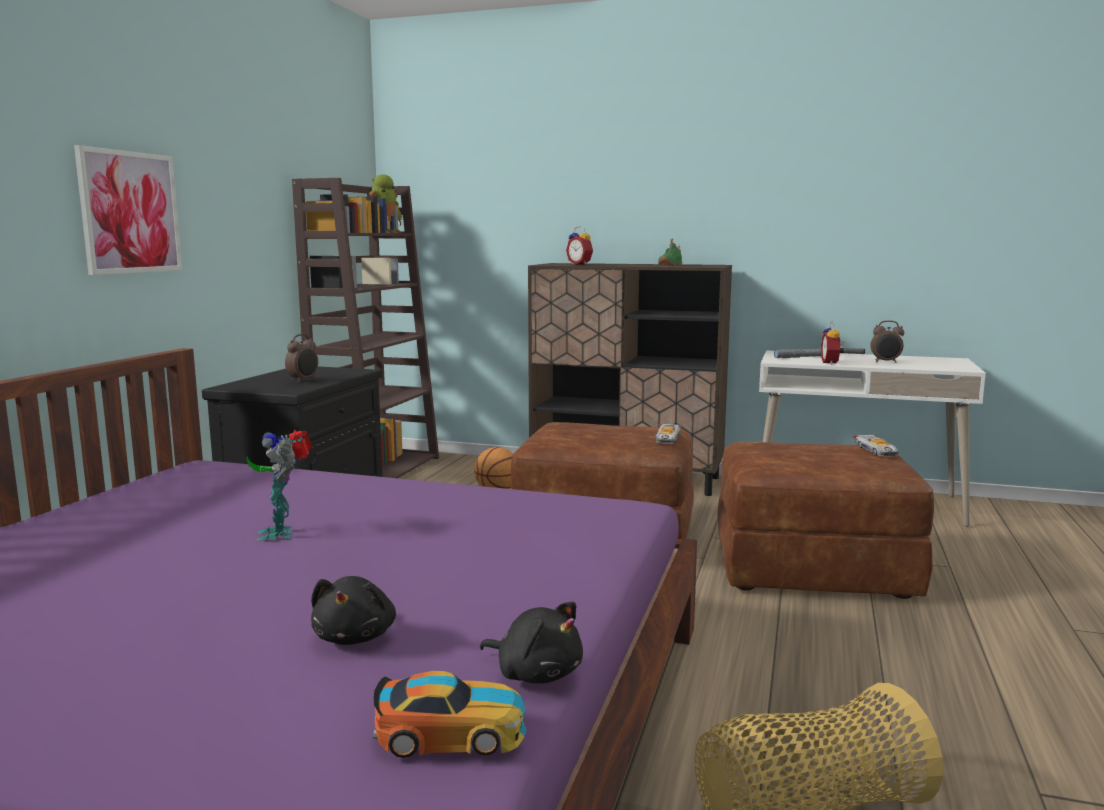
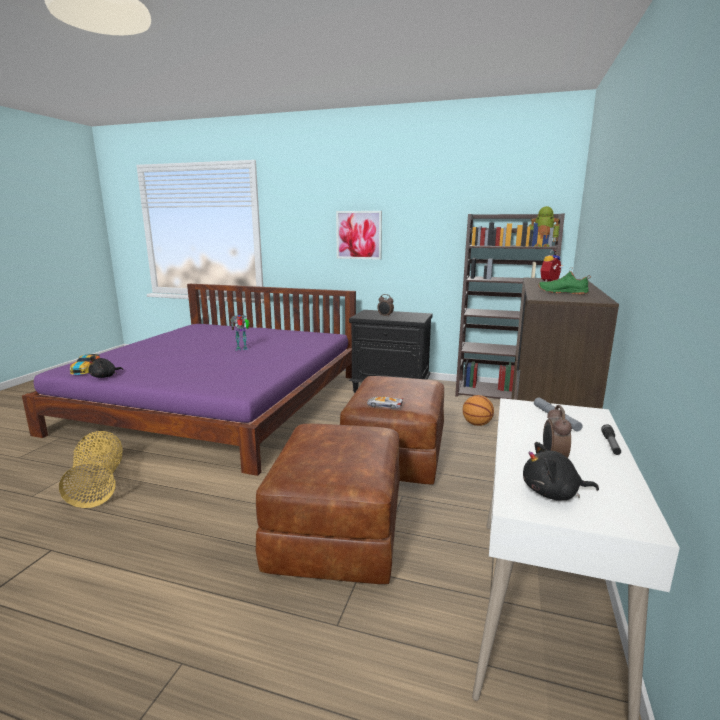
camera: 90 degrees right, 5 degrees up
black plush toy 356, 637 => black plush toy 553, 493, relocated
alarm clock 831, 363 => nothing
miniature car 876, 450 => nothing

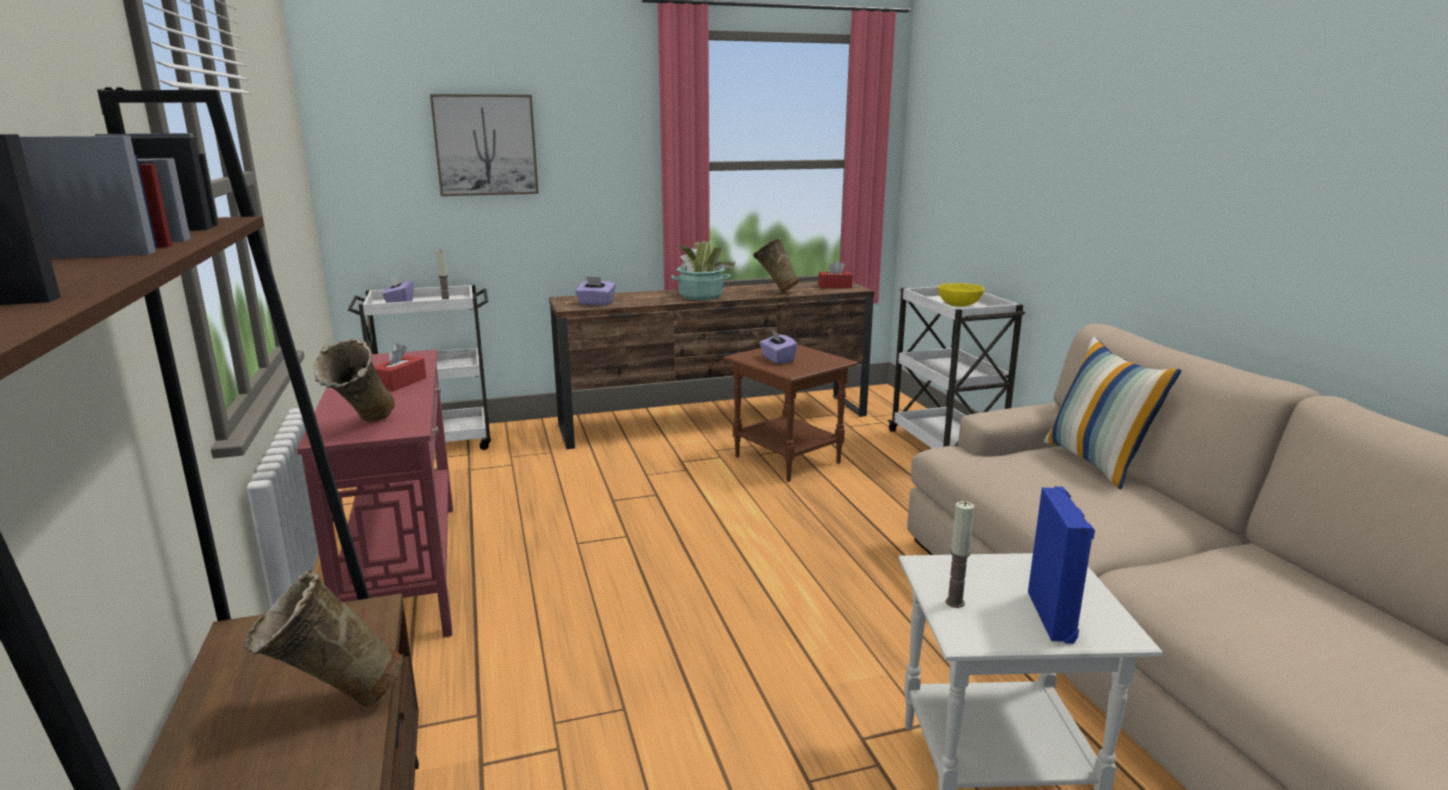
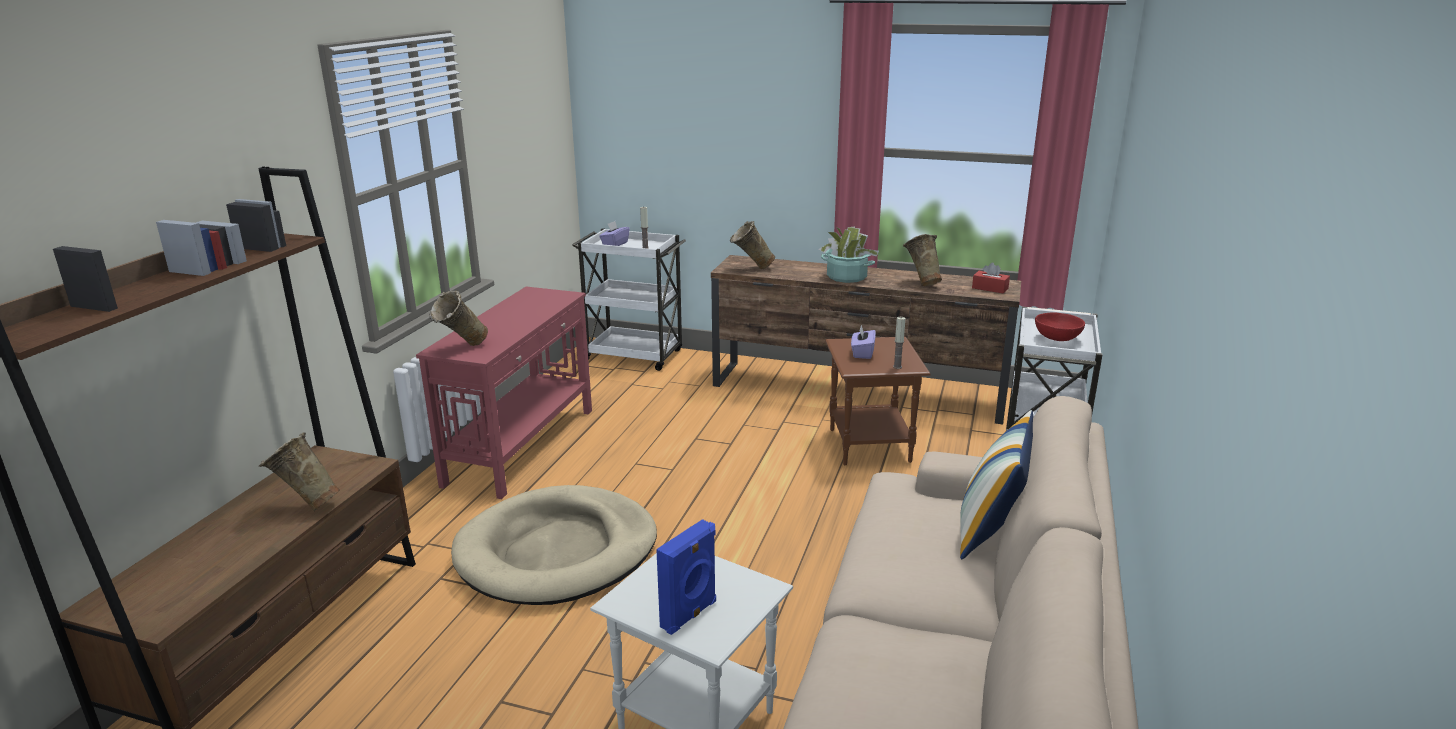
camera: 35 degrees right, 5 degrees up
nothing => sand-coloured dog cushion 557, 551
purple-coloured box of tissues 596, 303 => sand-coloured decorative vase 751, 269
wax candle 955, 602 => wax candle 897, 367, relocated
yellow deep dish 959, 305 => reddish deep dish 1057, 339
reddish box of tissues 400, 383 => nothing
wall art 485, 145 => nothing

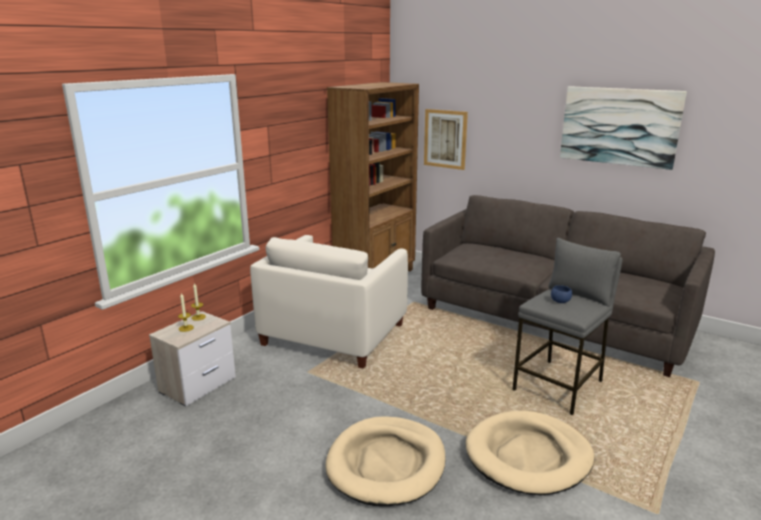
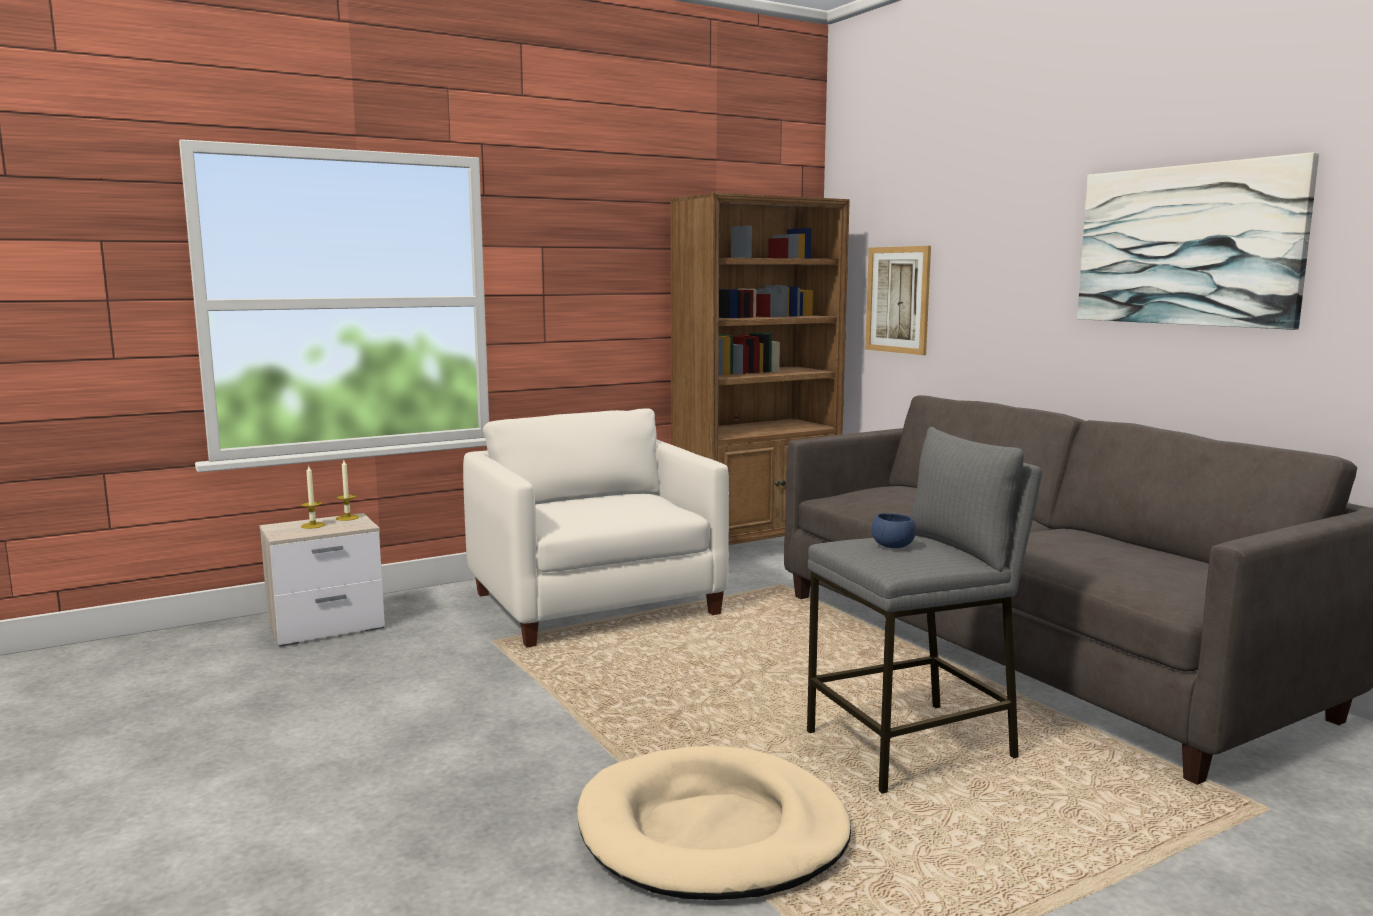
camera: 25 degrees right, 10 degrees down
white lounge chair 334, 334 => white lounge chair 594, 604, 105 degrees clockwise
sand-coloured dog cushion 386, 464 => nothing

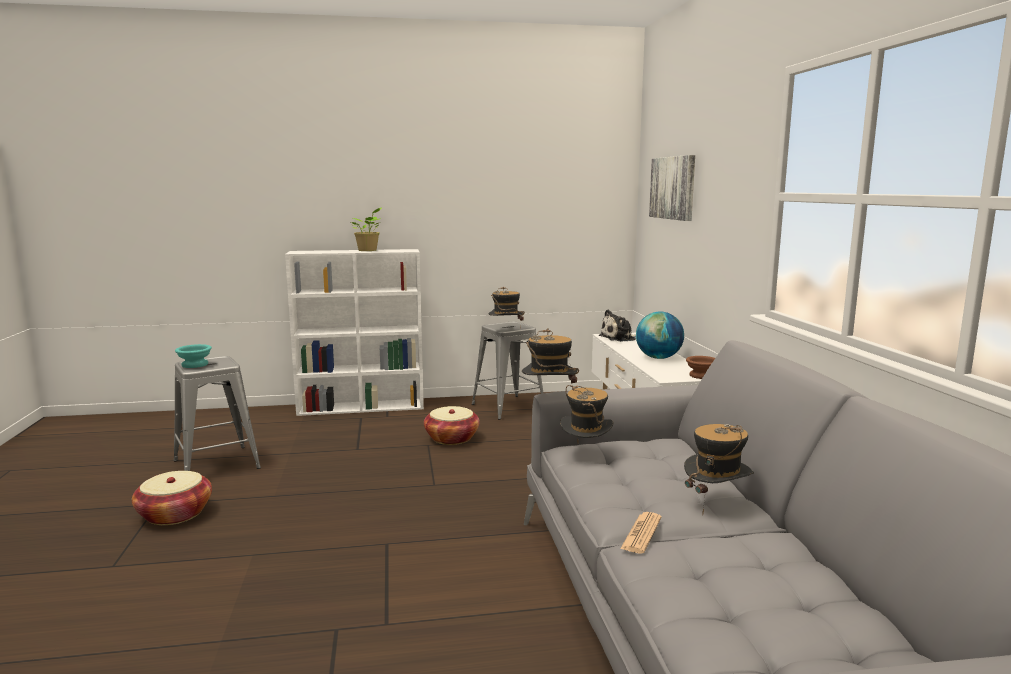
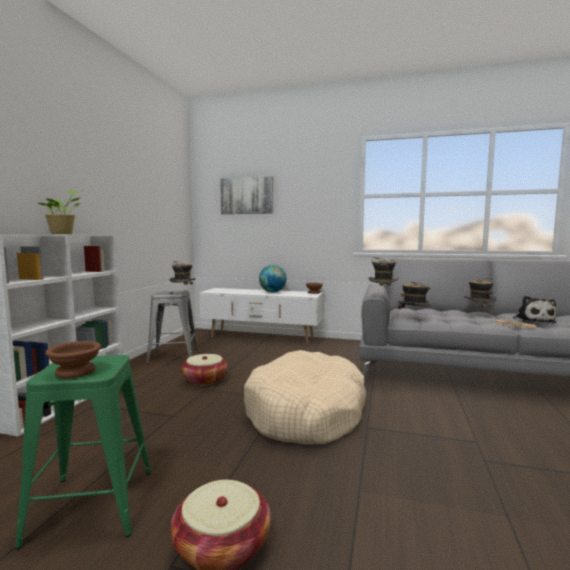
camera: 65 degrees left, 5 degrees down
grey stool 216, 464 => green-coloured stool 92, 505
blue-green deep dish 193, 365 => brownish deep dish 74, 372
nothing => sand-coloured dog cushion 306, 412
plush toy 619, 338 => plush toy 532, 320, relocated

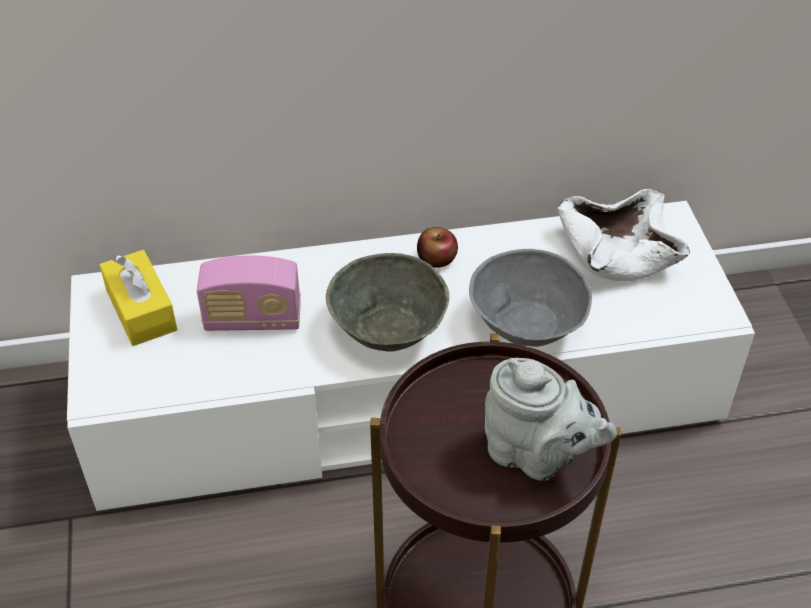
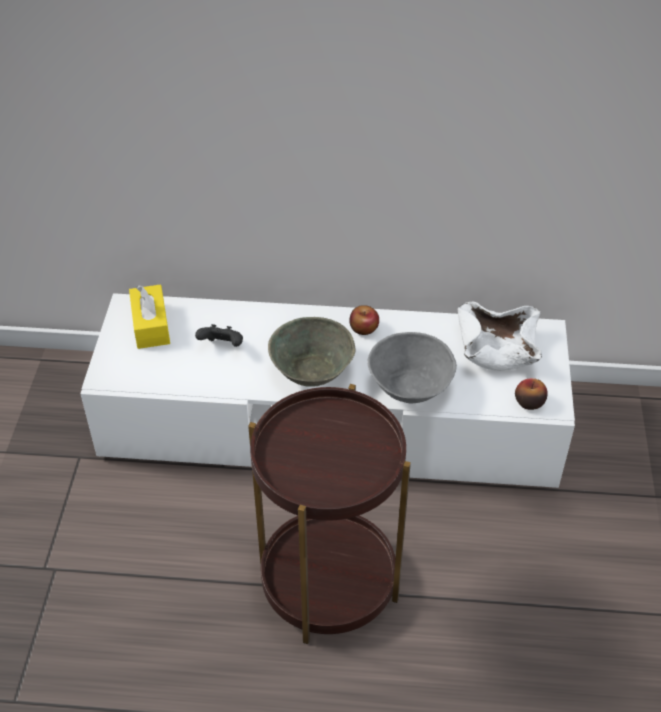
camera: 15 degrees right, 0 degrees up
radio receiver 253, 319 => black gamepad 222, 346
nothing => apple 529, 402
grey tea pot 537, 455 => nothing

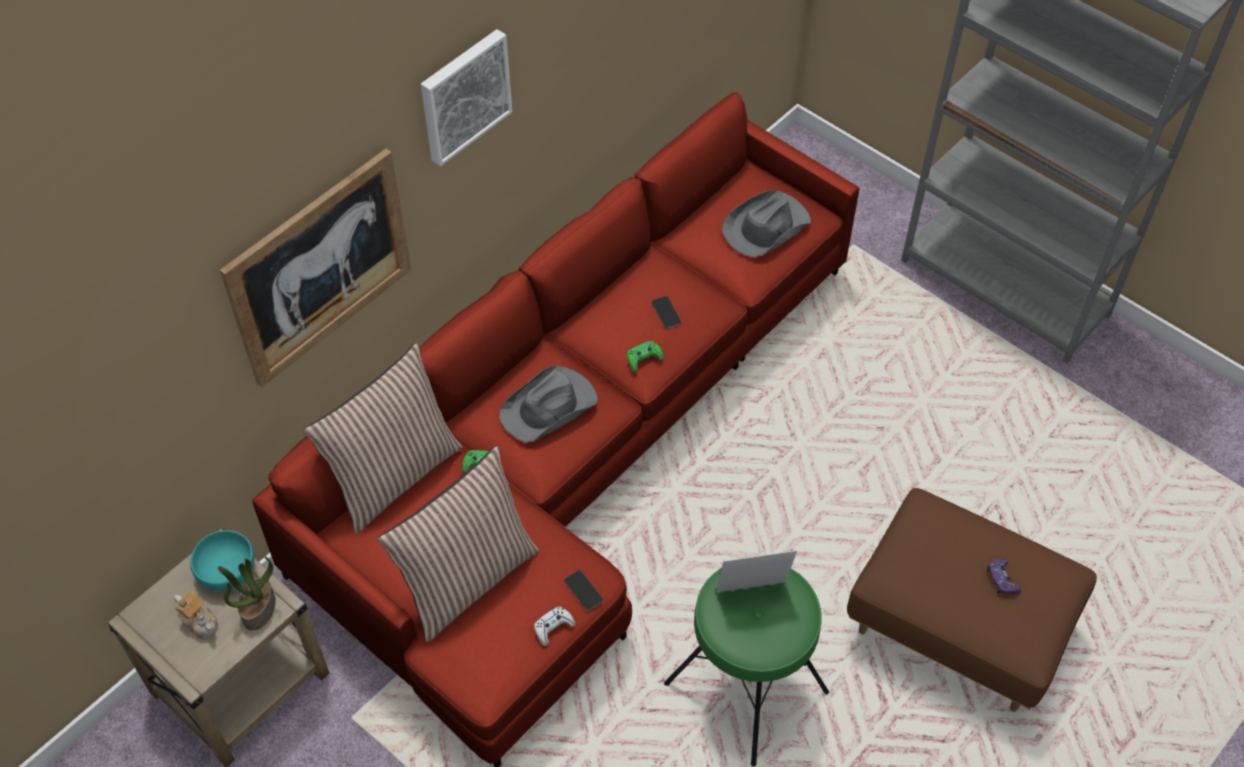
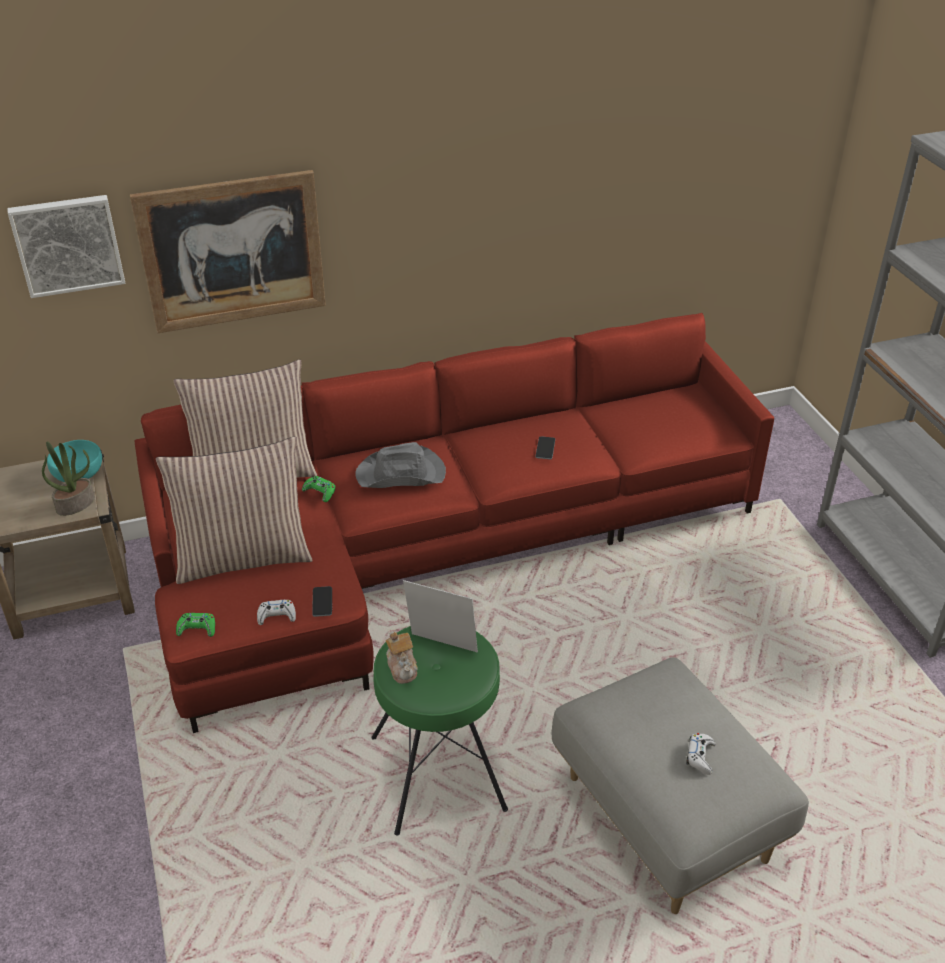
camera: 30 degrees right, 15 degrees down
wall art 463, 95 => wall art 68, 244, relocated
green-coloured gamepad 644, 358 => green-coloured gamepad 197, 628, relocated
tea pot 200, 621 => tea pot 402, 667, relocated
brownish ottoman 955, 630 => grey ottoman 663, 819
purple-coloured gamepad 1002, 579 => white gamepad 700, 756
grey hat 765, 227 => nothing

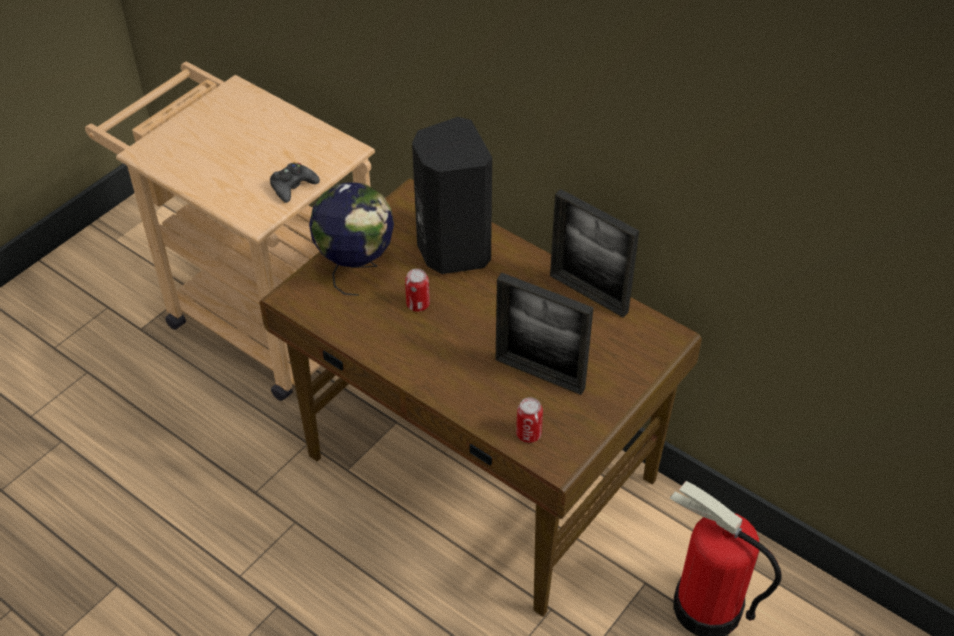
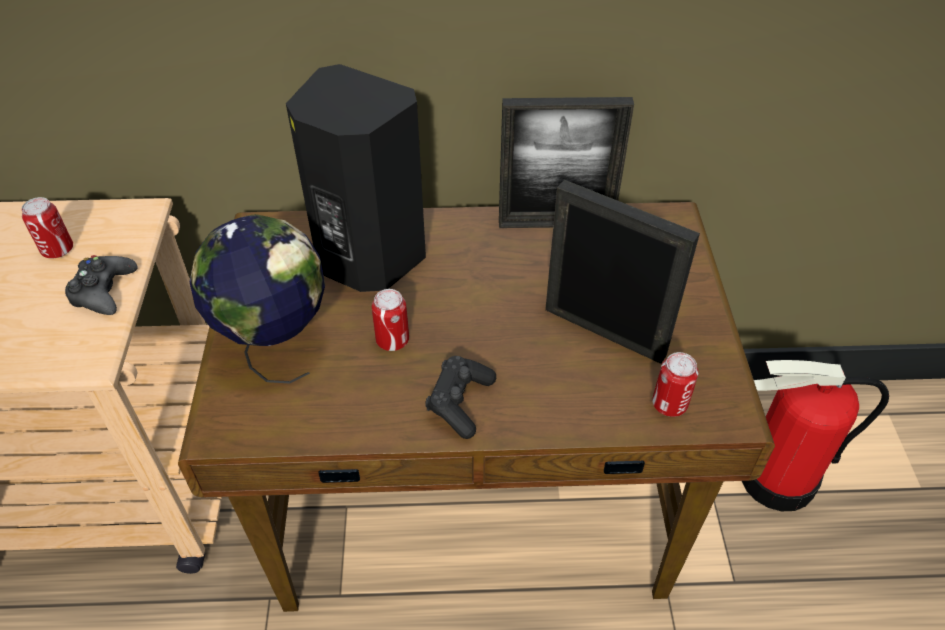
camera: 40 degrees left, 0 degrees up
nothing => metal can 58, 250
nothing => black gamepad 460, 403
standing frame 539, 374 => standing frame 604, 332, 135 degrees counterclockwise

